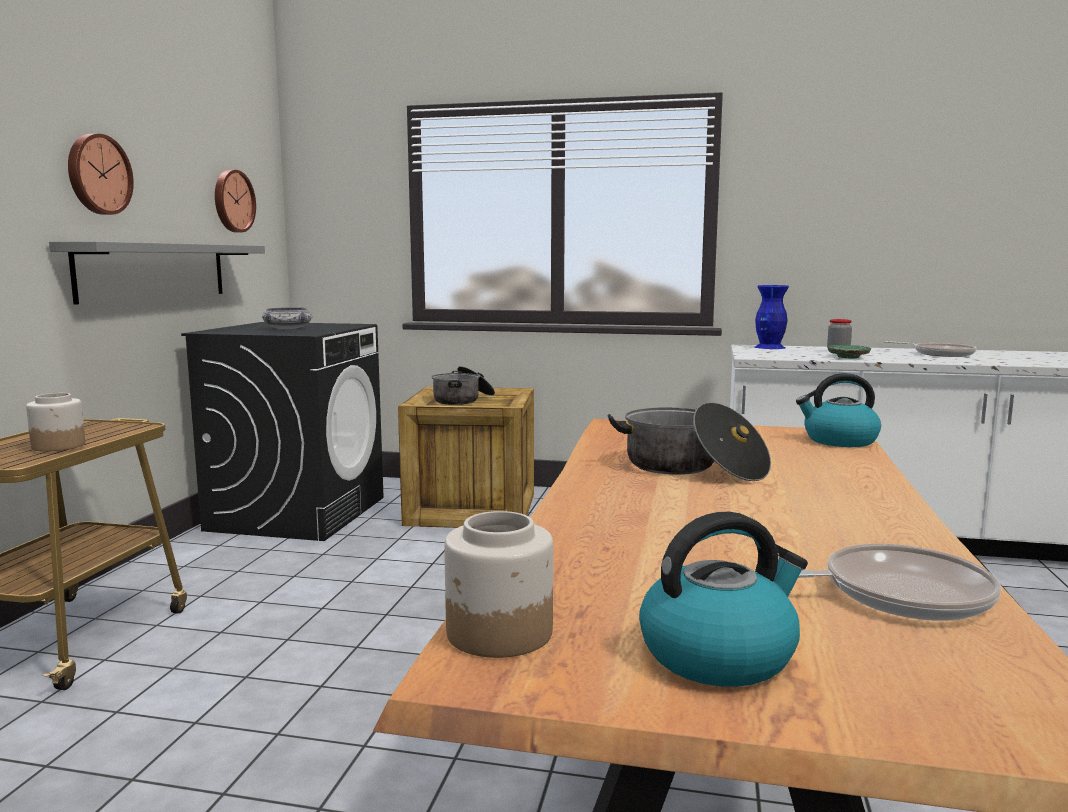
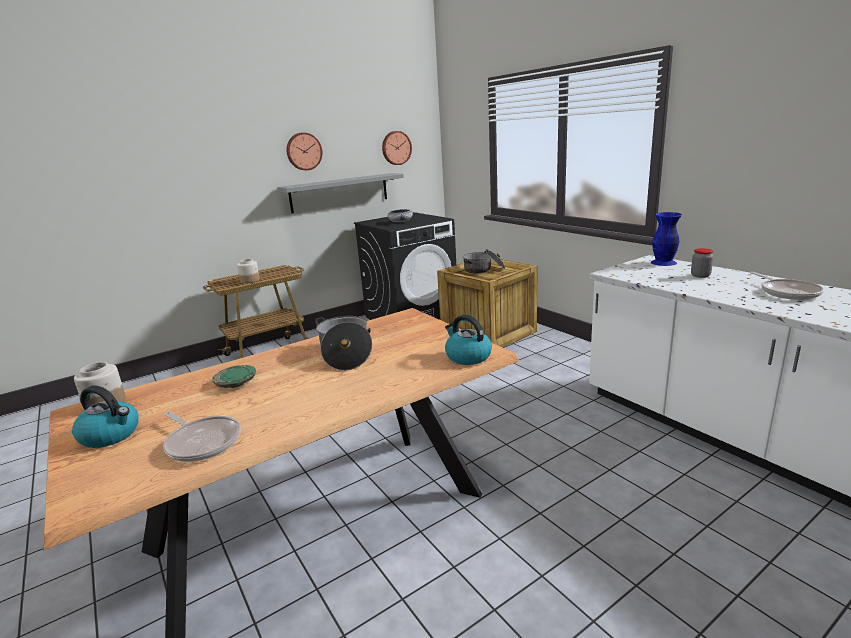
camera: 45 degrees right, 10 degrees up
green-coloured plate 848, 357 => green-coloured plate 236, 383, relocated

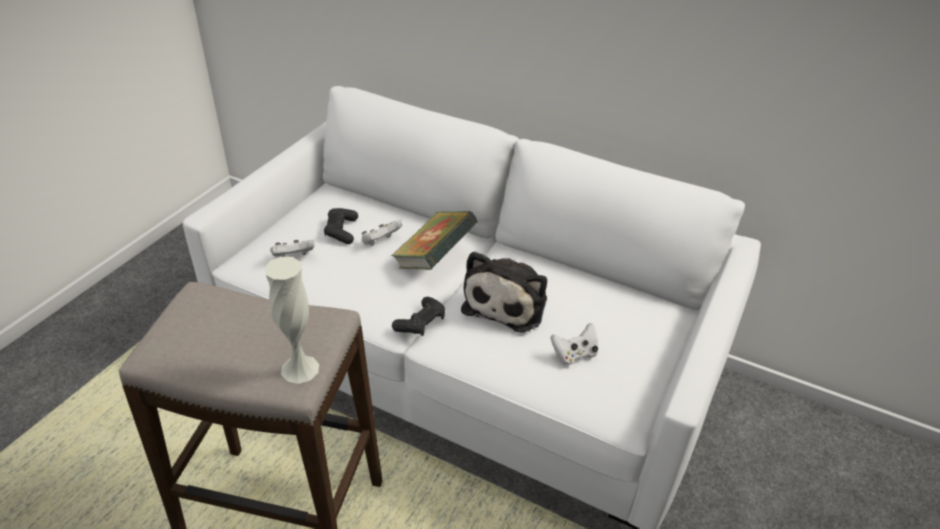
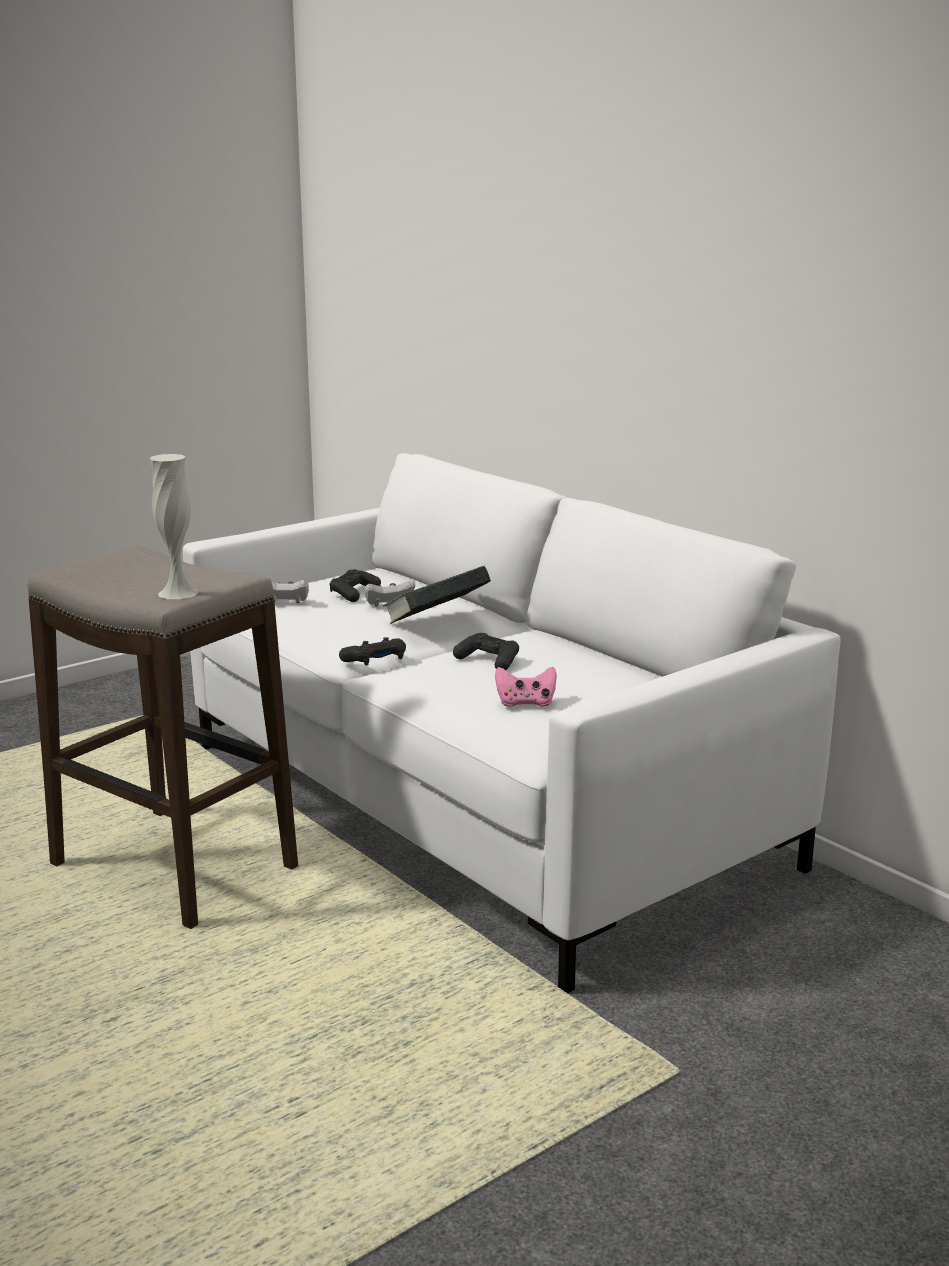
camera: 25 degrees right, 20 degrees down
plush toy 507, 302 => black gamepad 488, 661
white gamepad 574, 354 => pink-coloured gamepad 525, 703

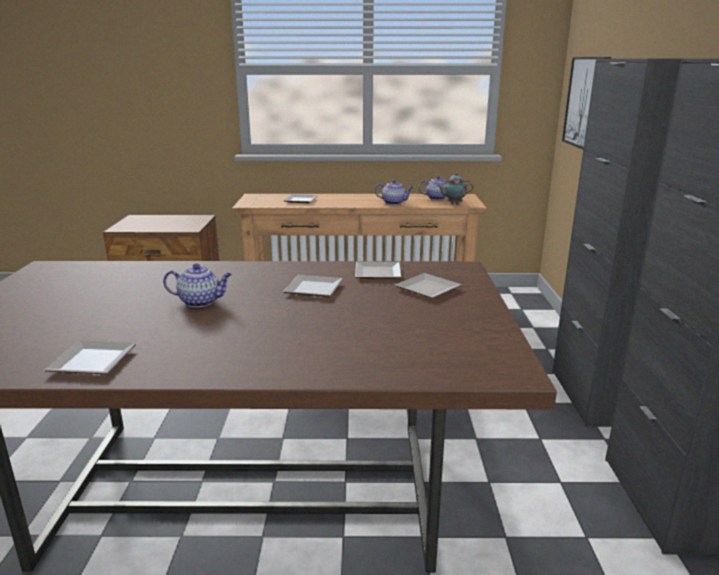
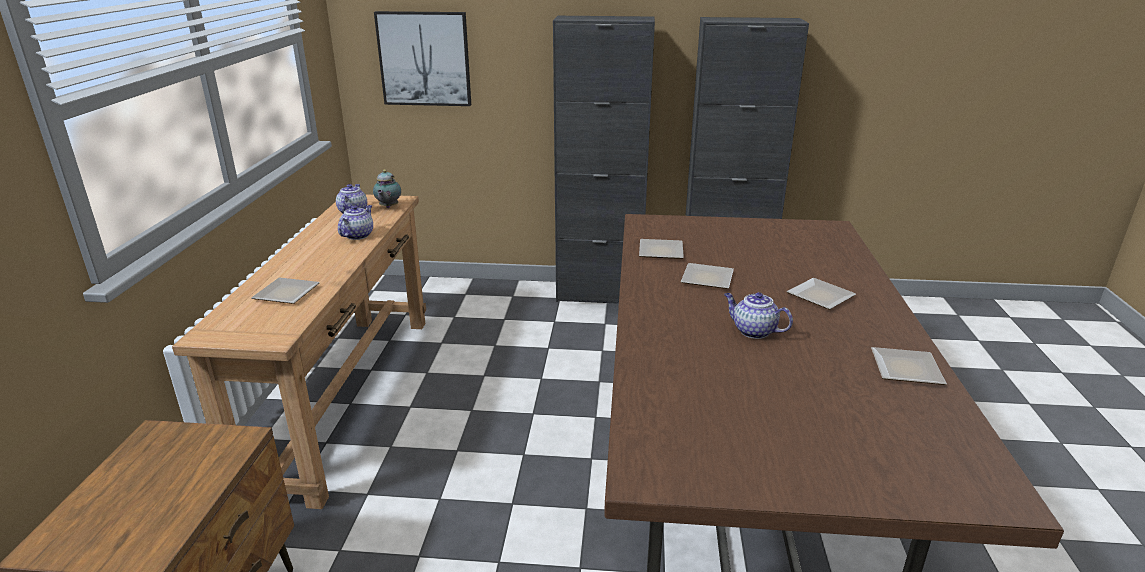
camera: 85 degrees left, 5 degrees up
tea pot 201, 301 => tea pot 753, 331, 60 degrees counterclockwise
plate 428, 290 => plate 822, 297, relocated

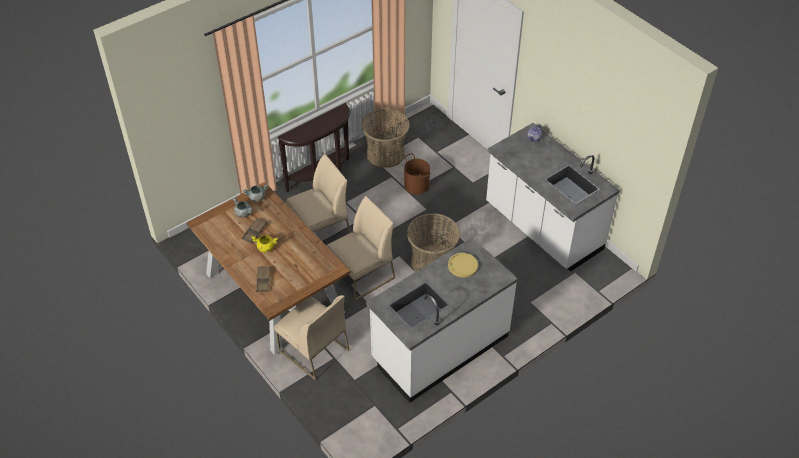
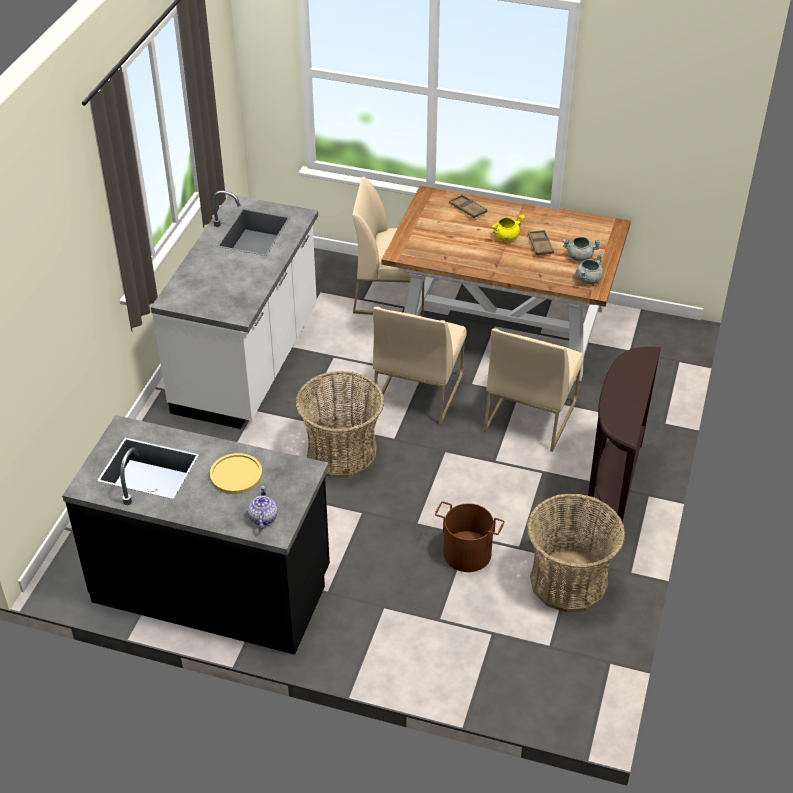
camera: 145 degrees right, 5 degrees down
white counter 542, 228 => black counter 212, 586
yellow plate 463, 265 => yellow plate 236, 475, relocated

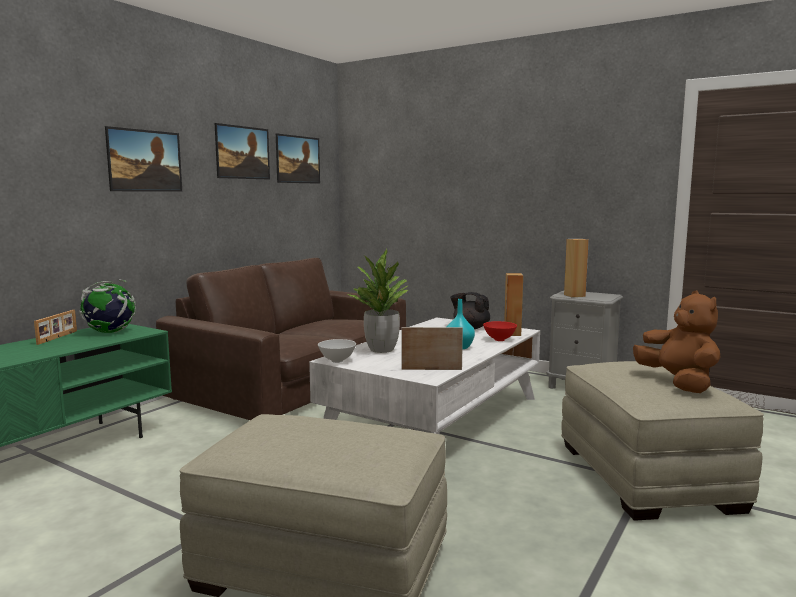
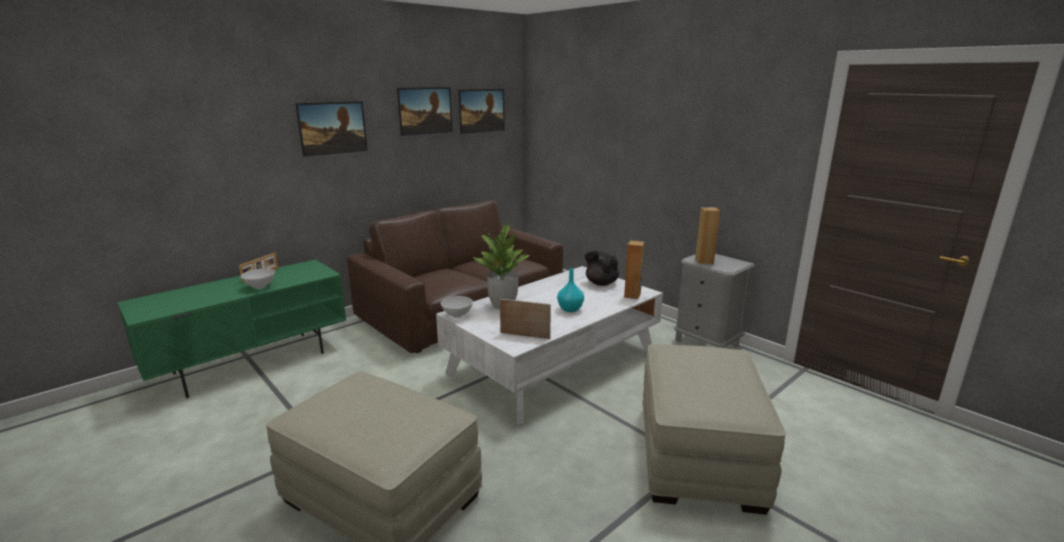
camera: 15 degrees right, 10 degrees up
nothing => white deep dish 260, 287
world globe 109, 332 => nothing
reddish deep dish 499, 339 => nothing
brownish plush toy 678, 383 => nothing

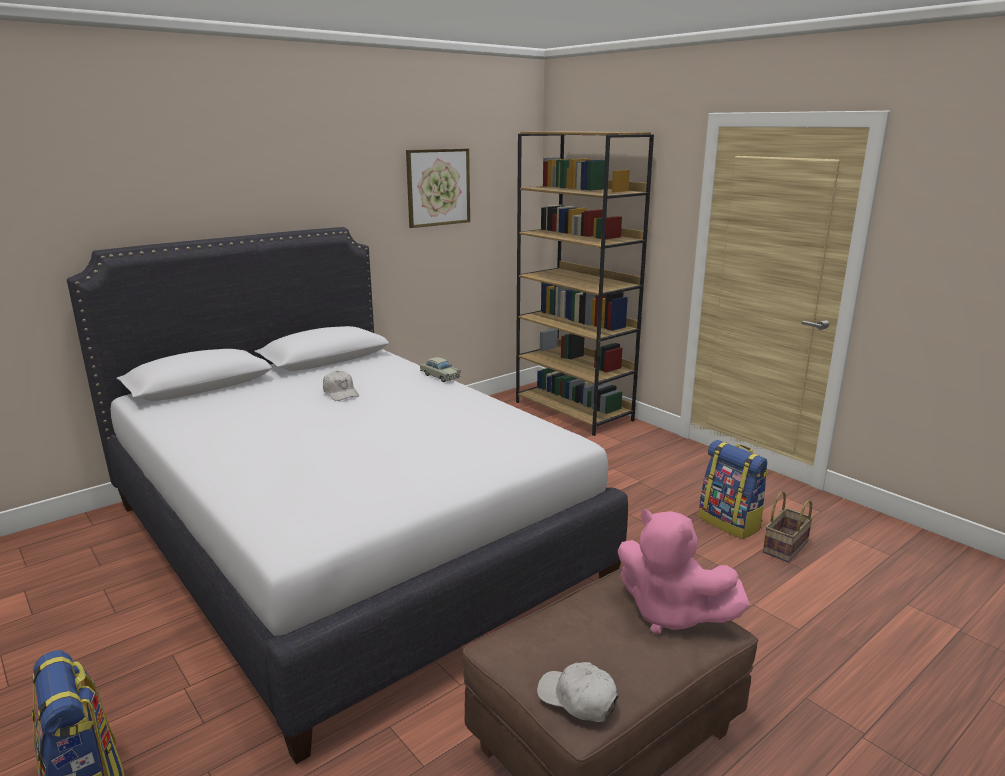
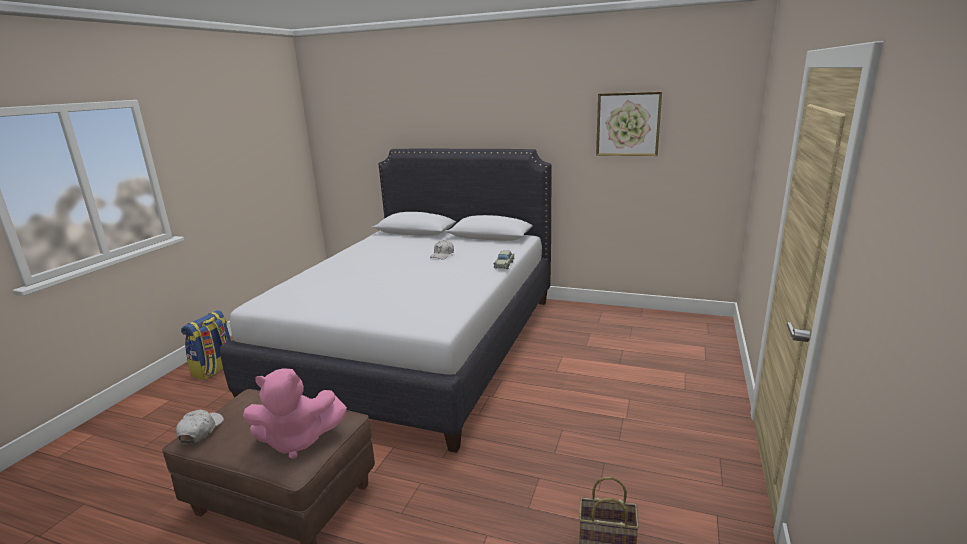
camera: 60 degrees right, 0 degrees up
pink-coloured plush toy 670, 614 => pink-coloured plush toy 297, 441, 105 degrees counterclockwise
brownish bookshelf 574, 411 => nothing
knapsack 730, 523 => nothing

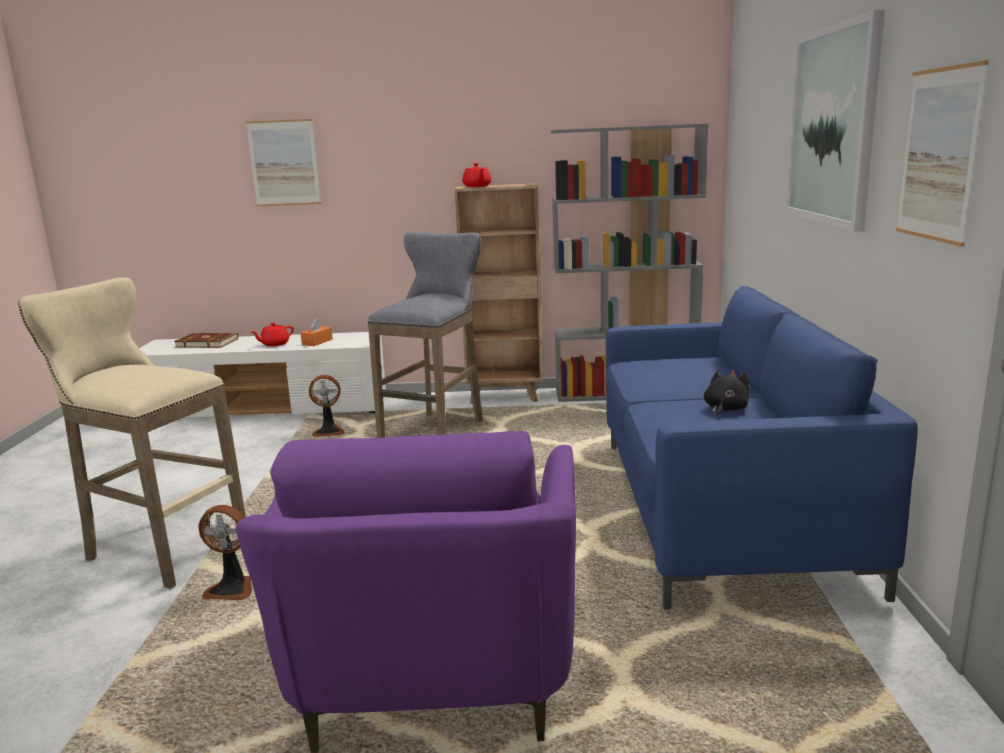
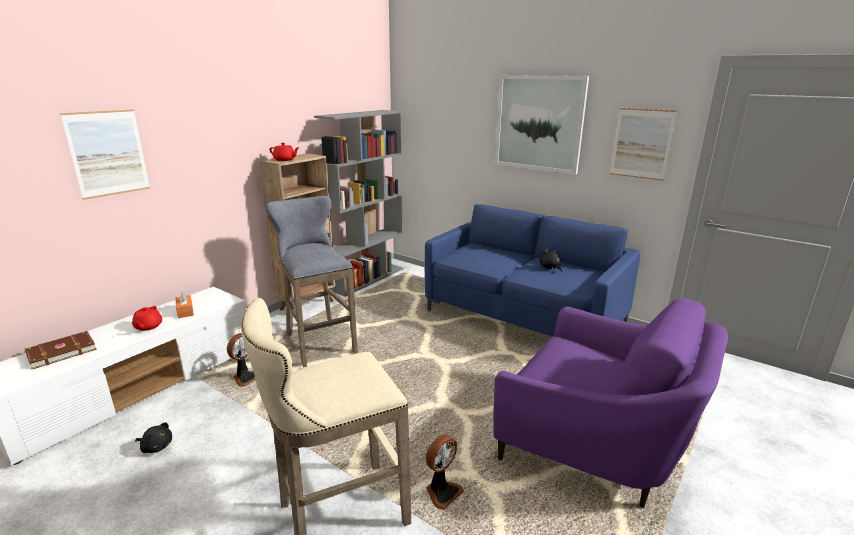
camera: 55 degrees left, 5 degrees up
nothing => black plush toy 156, 446

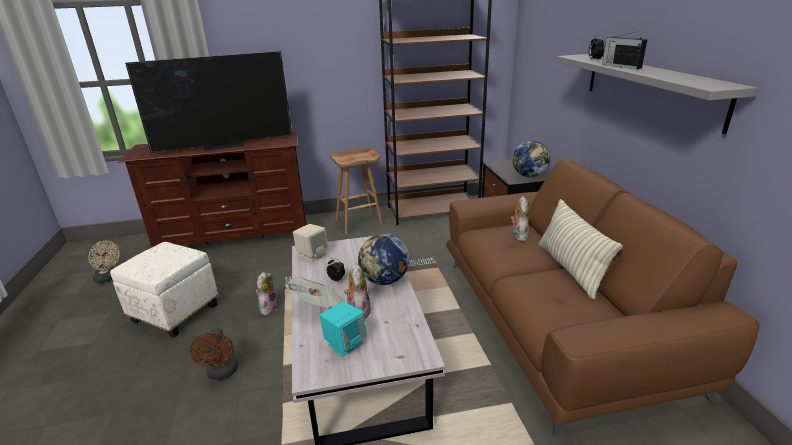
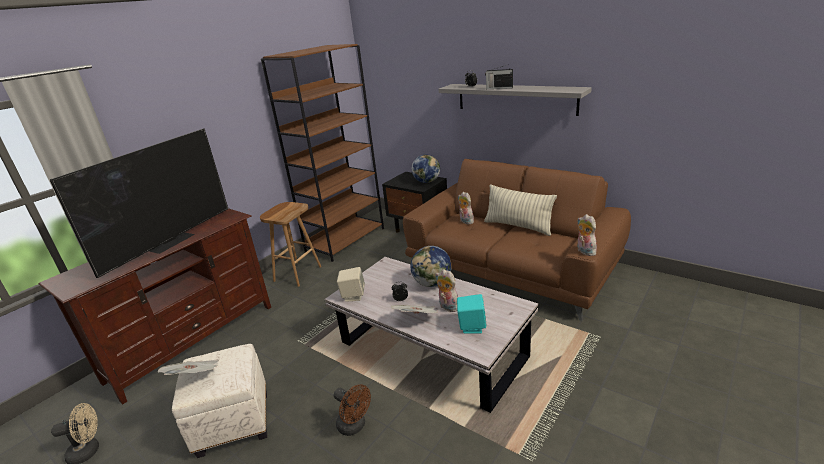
camera: 40 degrees left, 0 degrees up
nothing => printed paper 196, 377
plush toy 268, 307 => plush toy 584, 251, relocated

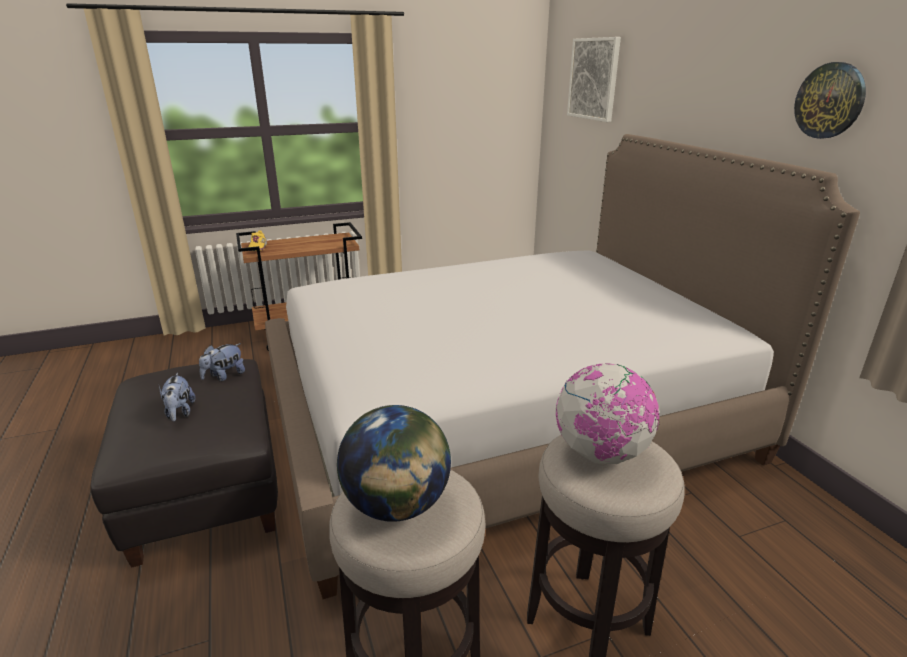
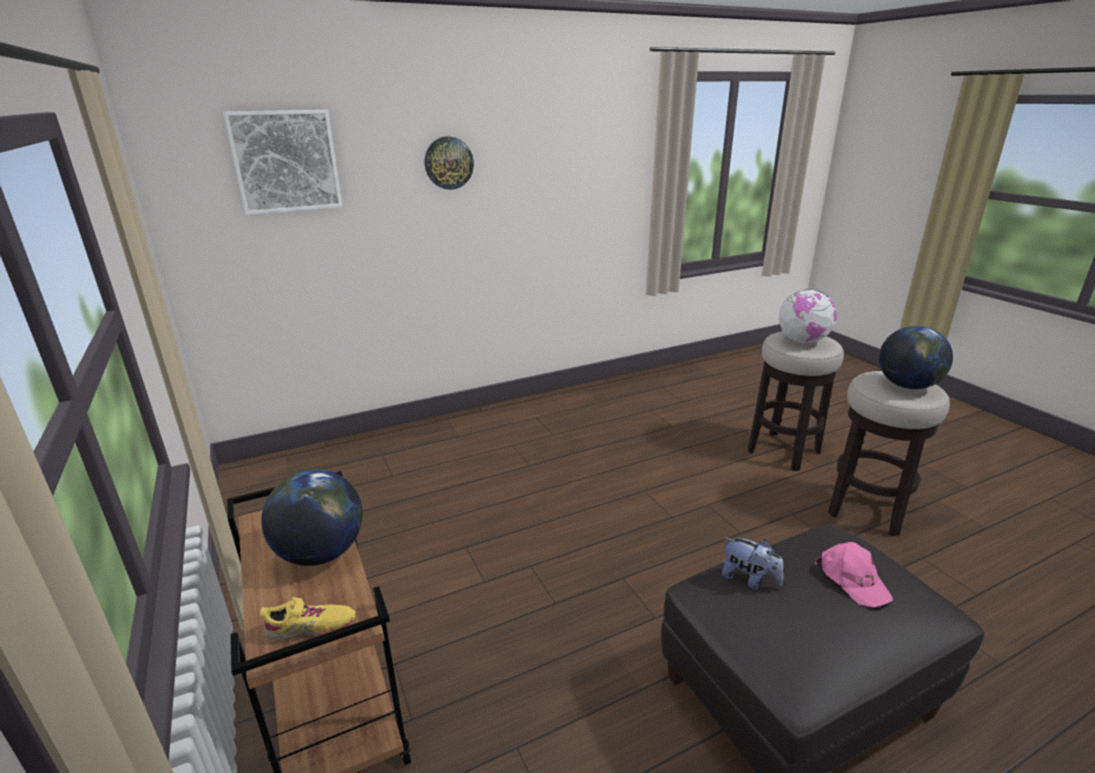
camera: 95 degrees left, 0 degrees up
nothing => world globe 321, 553
wall clock 830, 101 => wall clock 448, 163, relocated
plush toy 179, 413 => pink-coloured peaked cap 852, 579
bed 504, 423 => nothing

